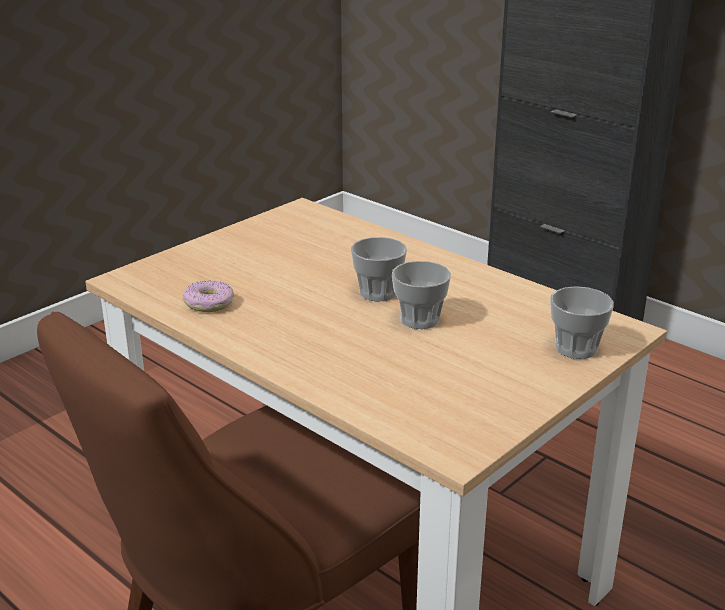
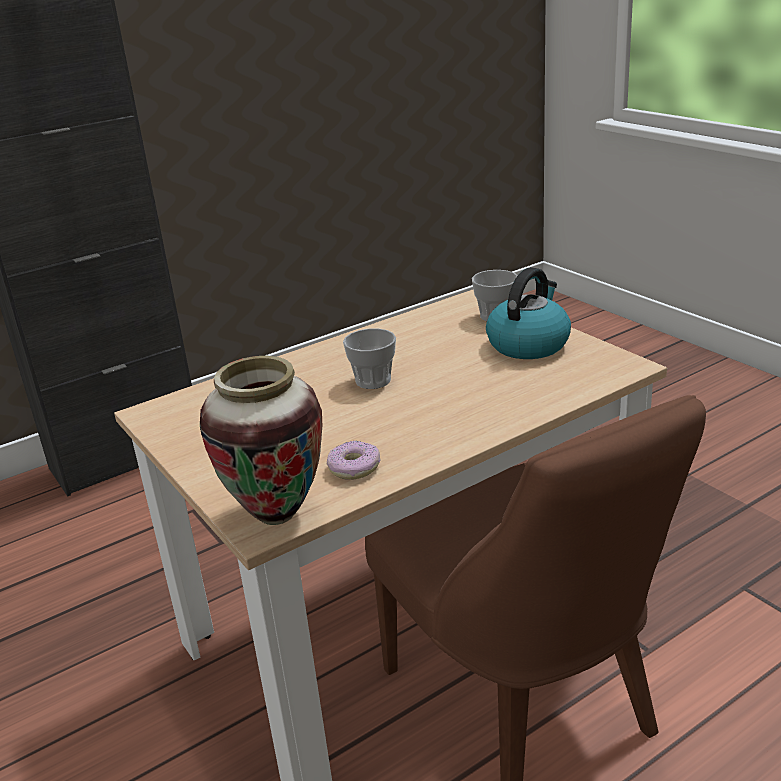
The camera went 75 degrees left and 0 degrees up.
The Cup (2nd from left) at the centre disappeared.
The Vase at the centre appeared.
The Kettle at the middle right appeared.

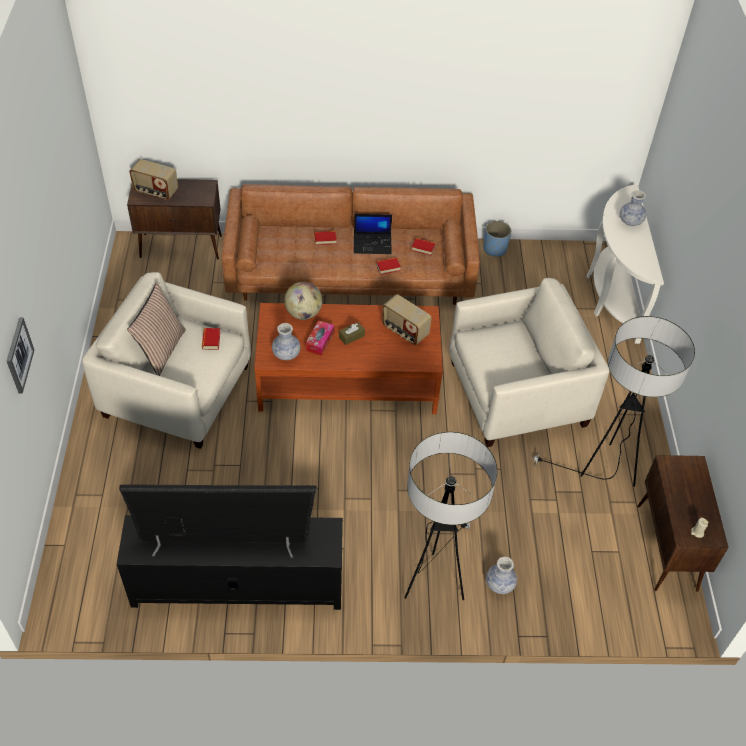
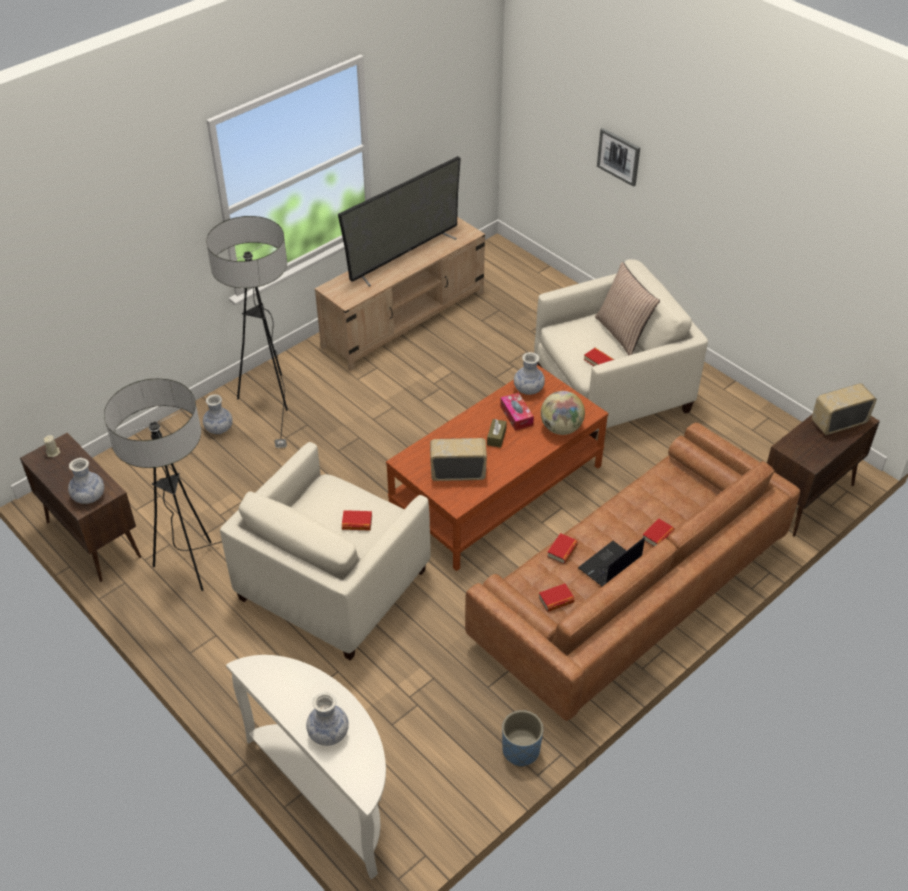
The camera went 140 degrees right and 5 degrees down.
The BlackTvStand at the bottom left became the BeigeTvStand at the top centre.
The Vase (1st from left) at the middle left appeared.
The Book (1st from left) at the centre appeared.

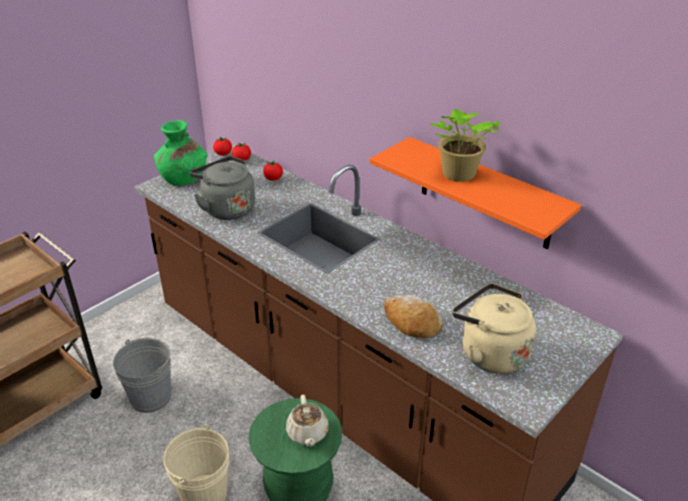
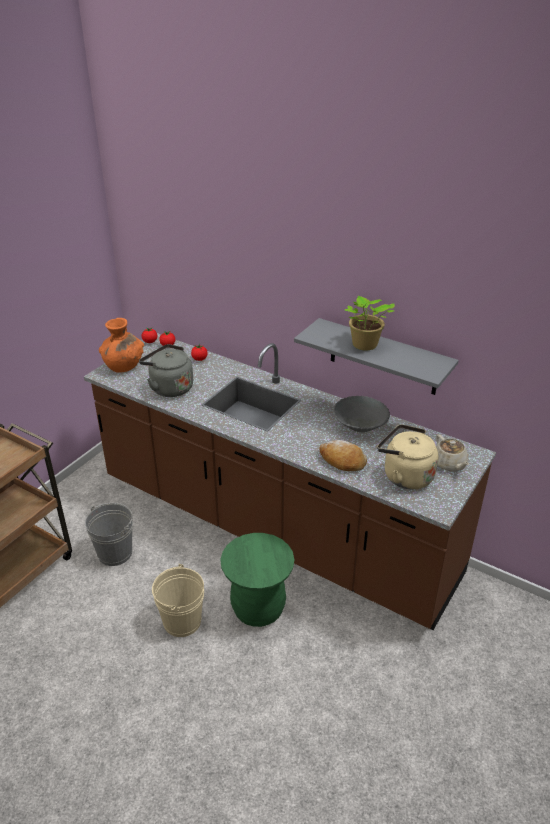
The camera went 10 degrees left and 0 degrees up.
The GreenVase at the top left became the OrangeVase at the middle left.
The BeigeTeapot moved from the bottom centre to the middle right.
The OrangeShelf at the middle right became the GreyShelf at the middle right.
The GreyBowl at the centre appeared.

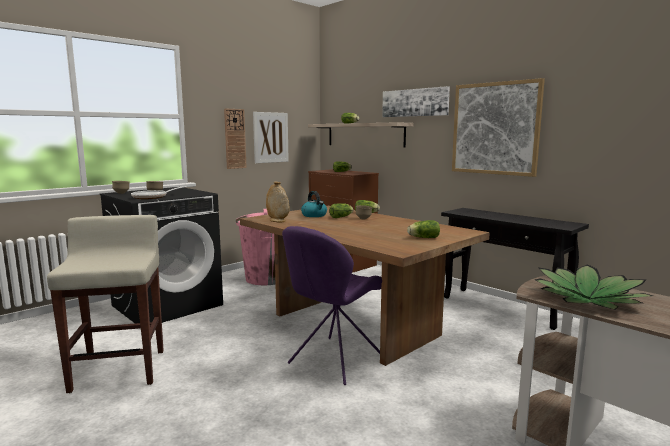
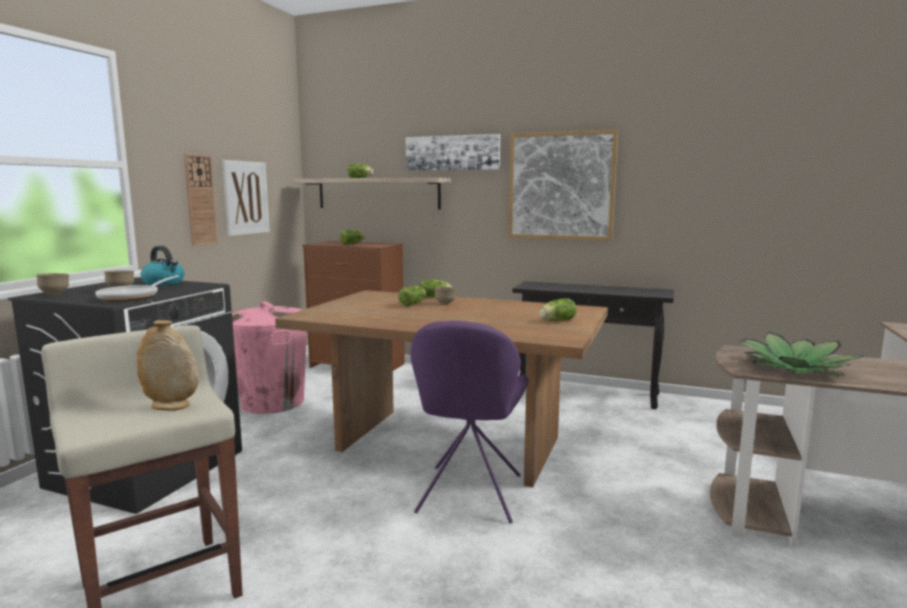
The camera went 25 degrees left and 0 degrees up.
The BeigeVase moved from the centre to the middle left.
The Kettle moved from the centre to the middle left.

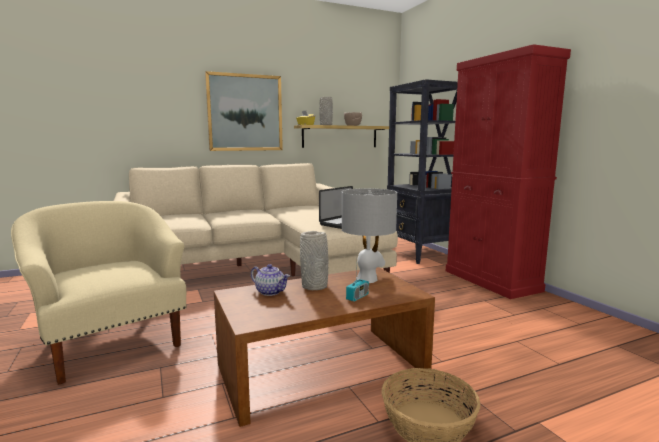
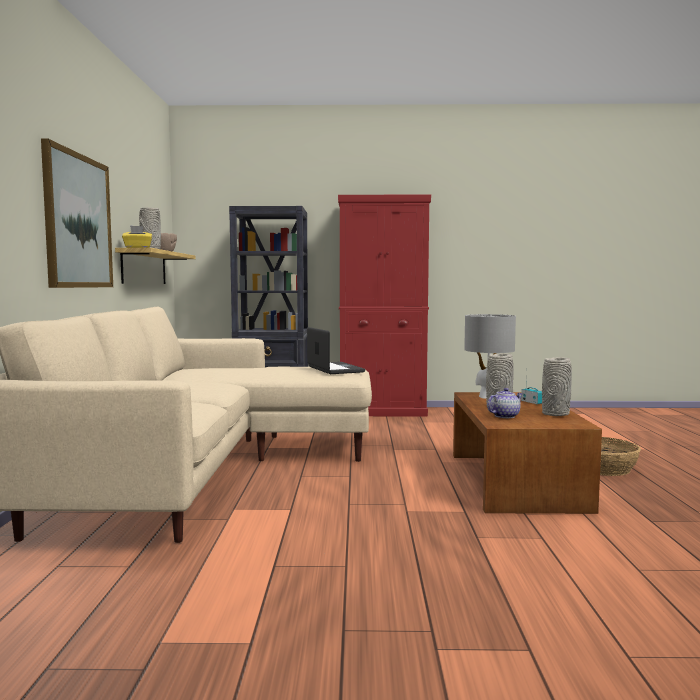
The camera went 65 degrees left and 5 degrees down.
The BeigeArmchair at the middle left disappeared.
The GreyVase (3rd from left) at the middle right appeared.

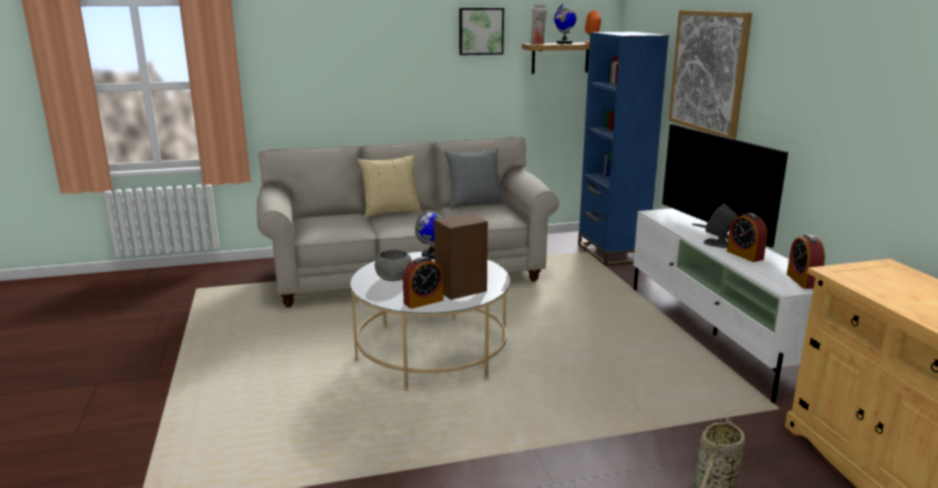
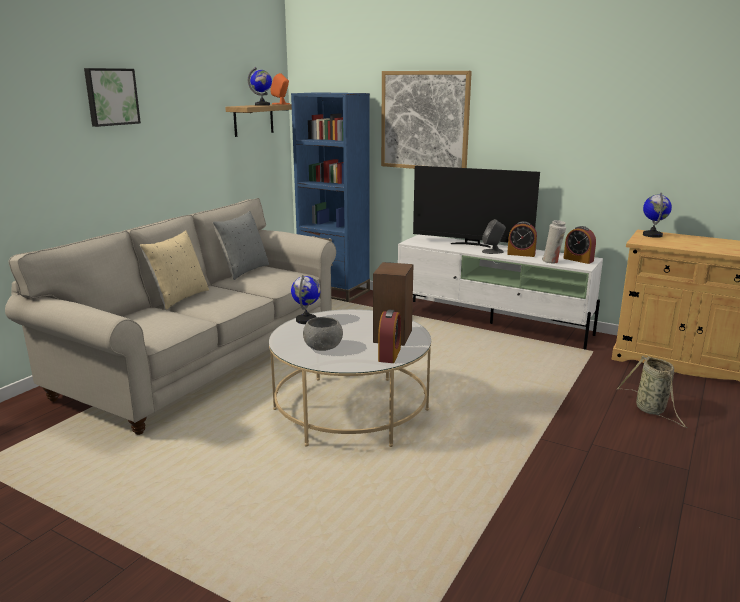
The camera went 45 degrees left and 0 degrees up.
The Picture (1st from left) moved from the top centre to the top left.
The WhiteVase moved from the top centre to the middle right.
The Globe (3rd from left) at the middle right appeared.

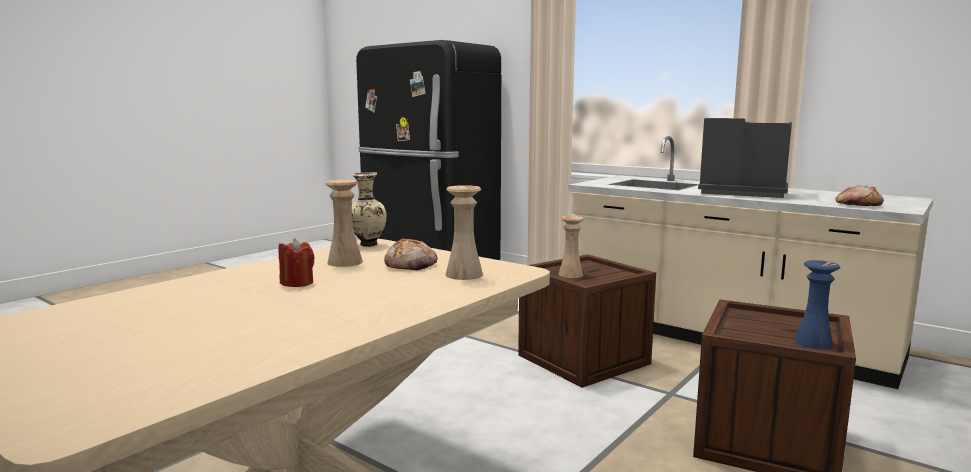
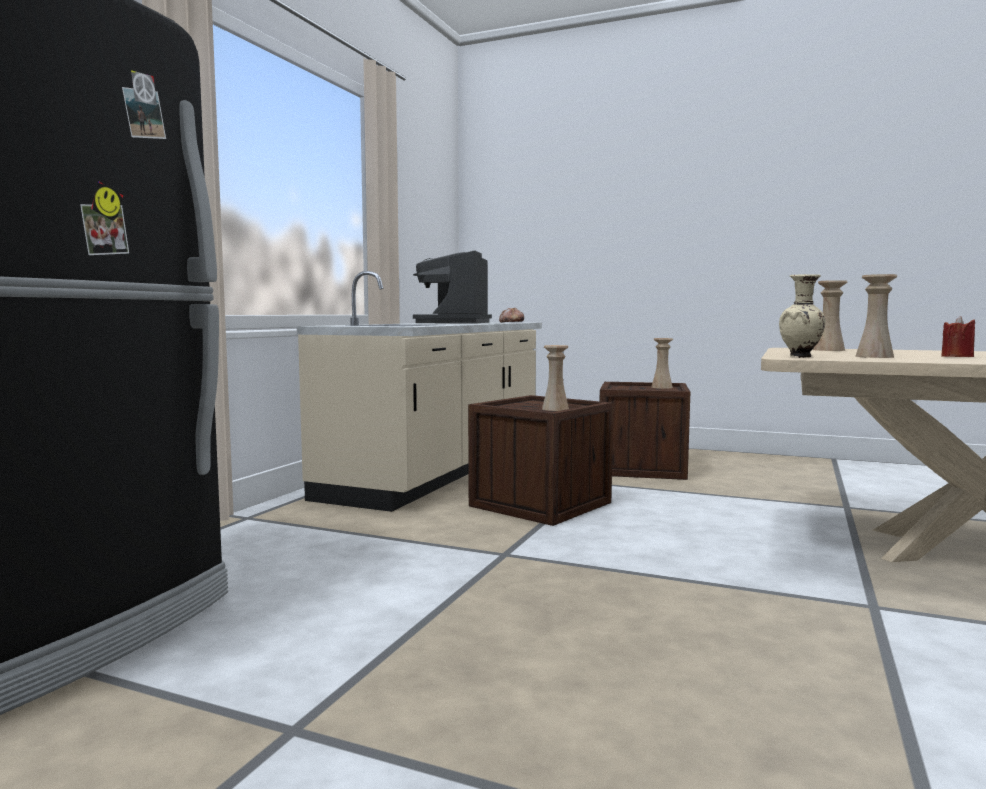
The camera went 105 degrees left and 5 degrees down.
The Bread (1st from left) at the centre disappeared.
The BlueVase at the middle right became the BeigeVase (2nd from left) at the middle right.

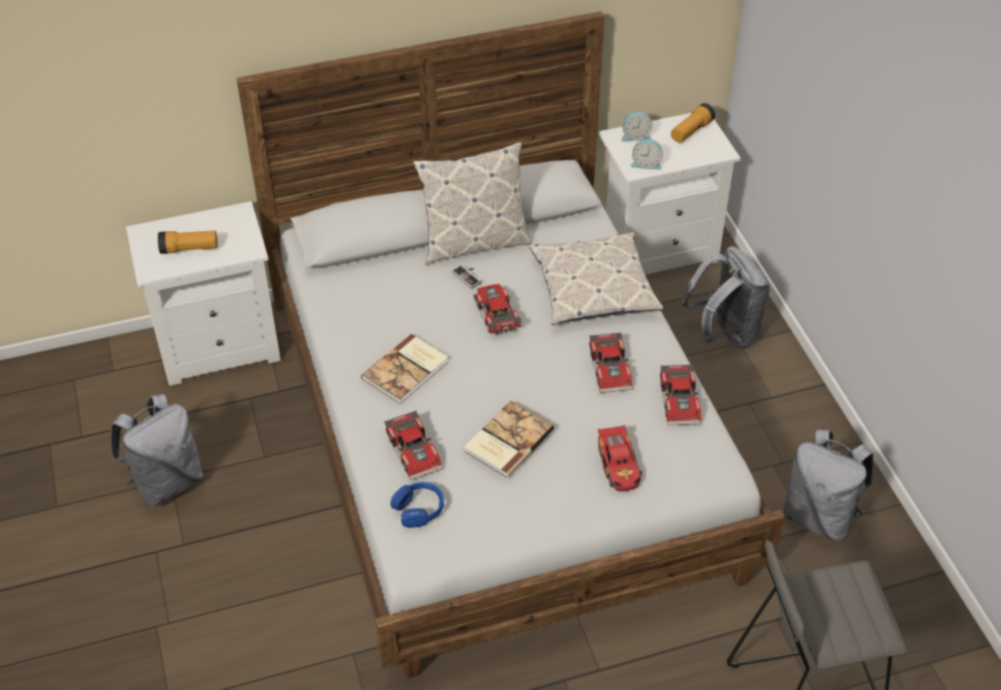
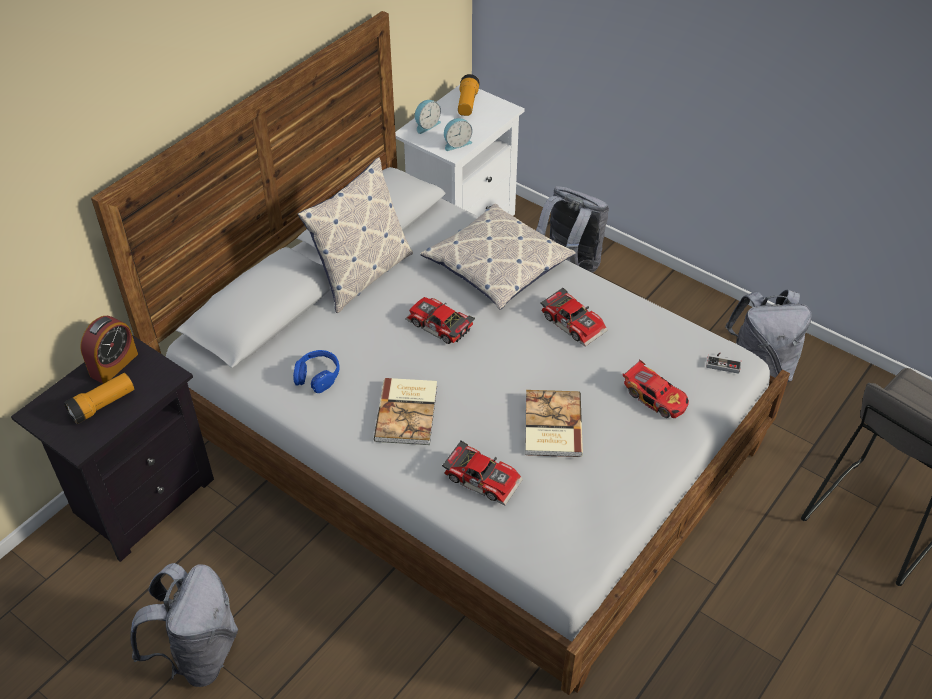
The camera went 35 degrees left and 0 degrees up.
The WhiteNightstand (1st from left) at the middle left became the BlackNightstand at the middle left.
The BlueHeadphones moved from the bottom centre to the centre.
The GameController moved from the centre to the middle right.
The ToyCar (5th from left) at the middle right disappeared.
The AlarmClock (1st from left) at the middle left appeared.

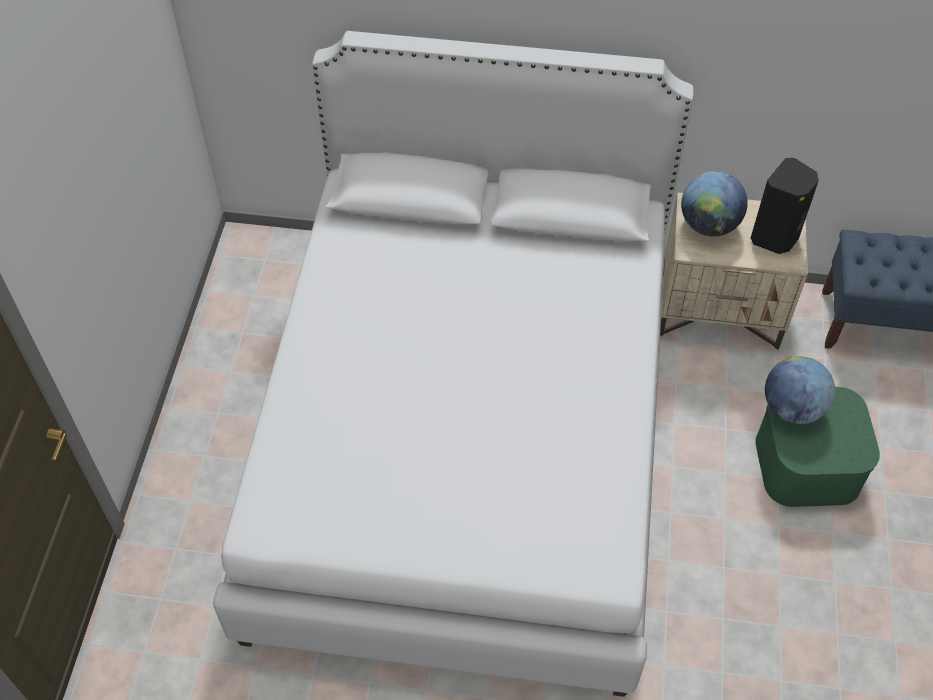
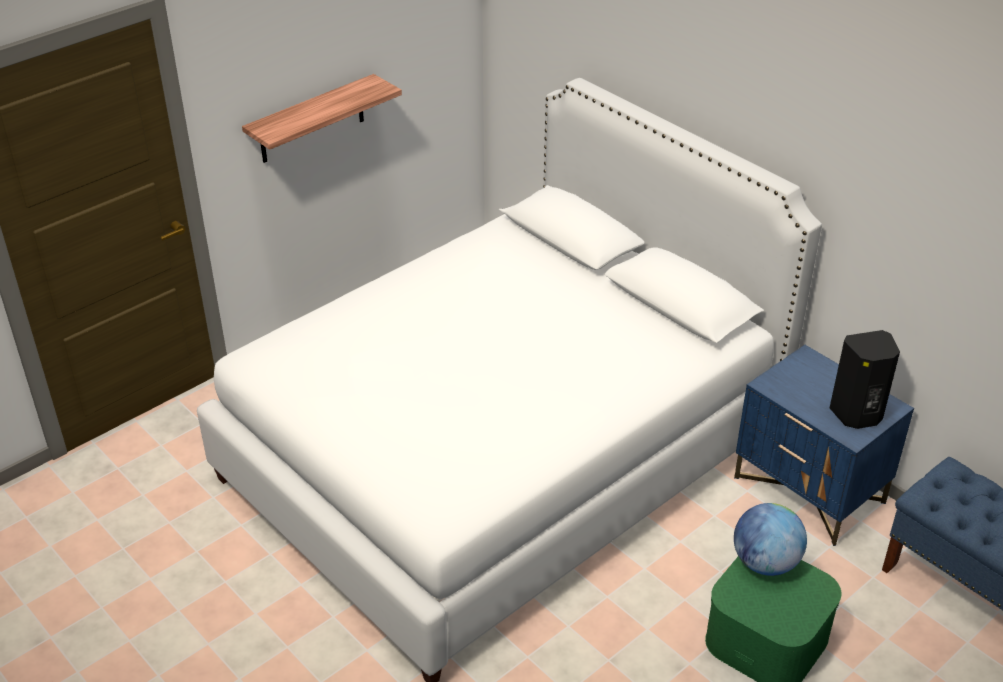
The camera went 40 degrees right and 15 degrees down.
The BeigeNightstand at the middle right became the BlueNightstand at the middle right.
The Globe (1st from left) at the top right disappeared.
The Shelf at the top left appeared.

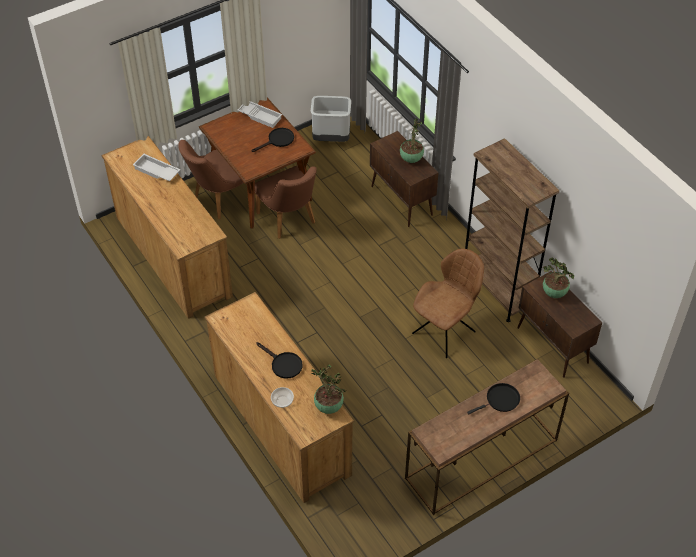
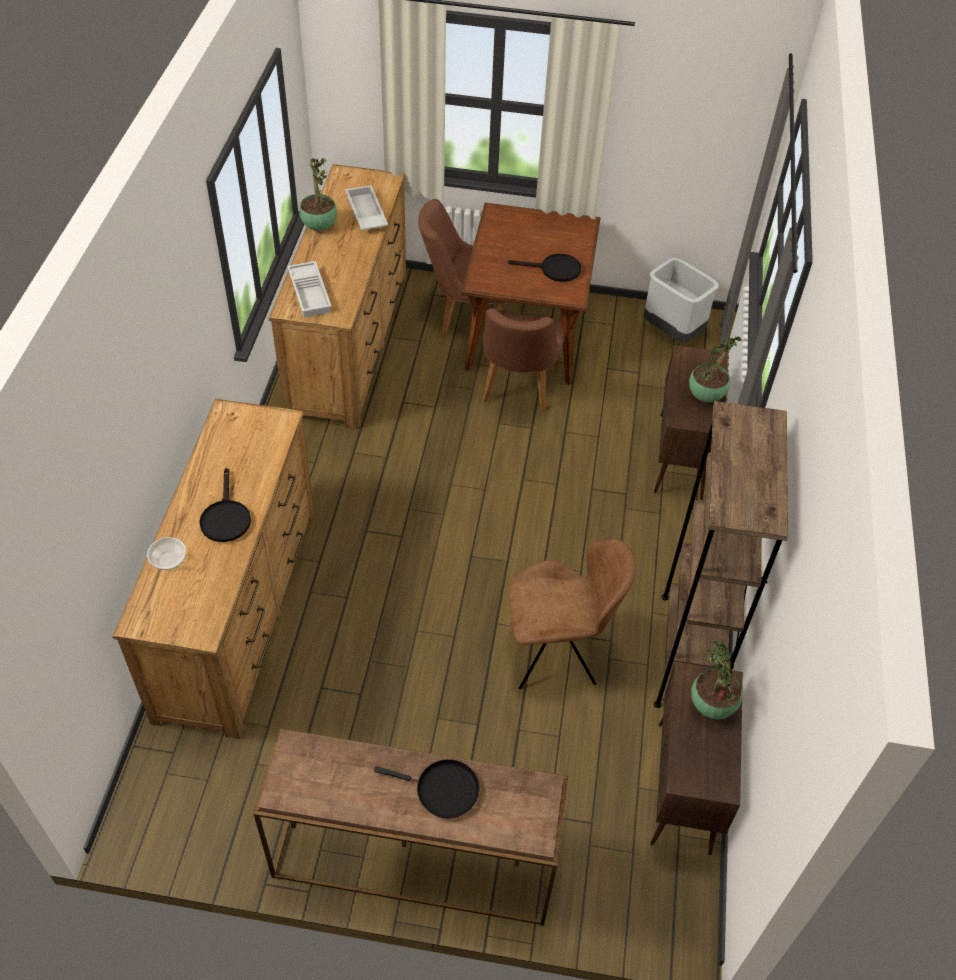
The camera went 40 degrees right and 0 degrees up.
The WhiteTray (2nd from left in the first image) moved from the top centre to the top left.
The PottedPlant (1st from left) moved from the bottom centre to the top left.

